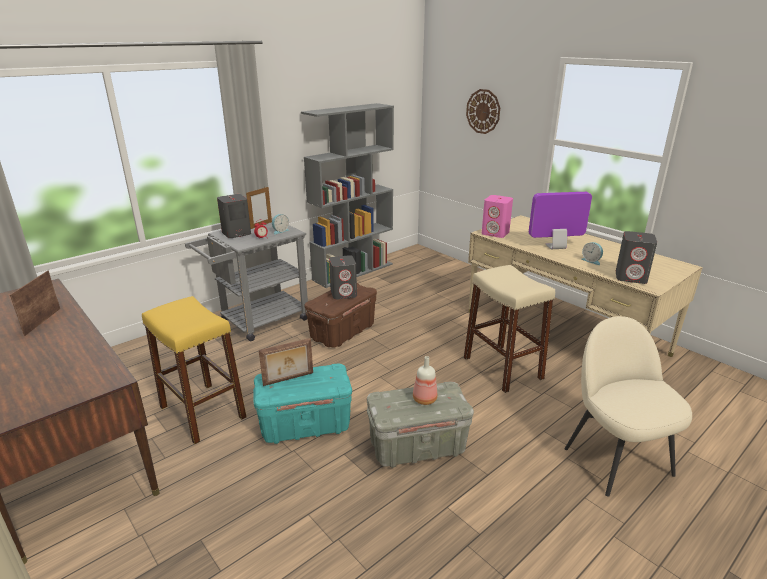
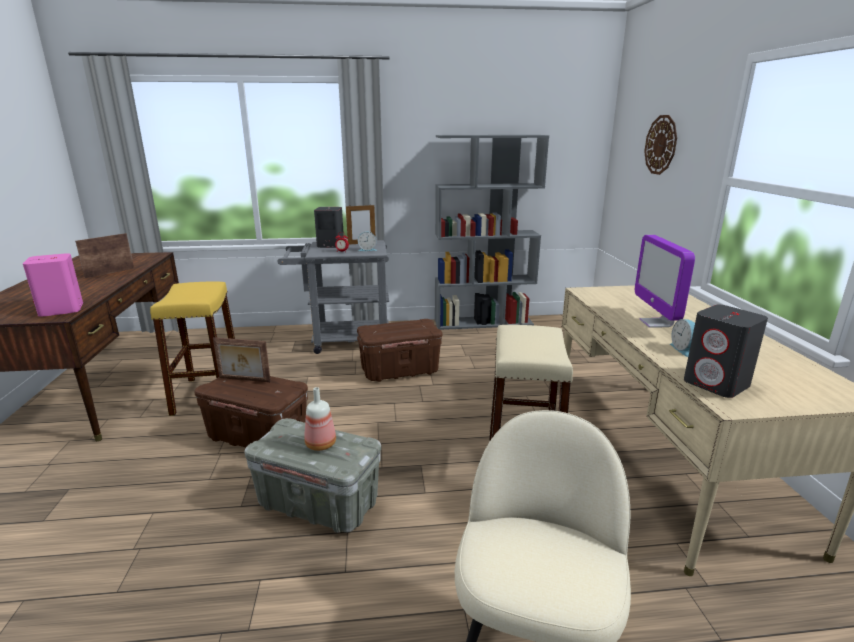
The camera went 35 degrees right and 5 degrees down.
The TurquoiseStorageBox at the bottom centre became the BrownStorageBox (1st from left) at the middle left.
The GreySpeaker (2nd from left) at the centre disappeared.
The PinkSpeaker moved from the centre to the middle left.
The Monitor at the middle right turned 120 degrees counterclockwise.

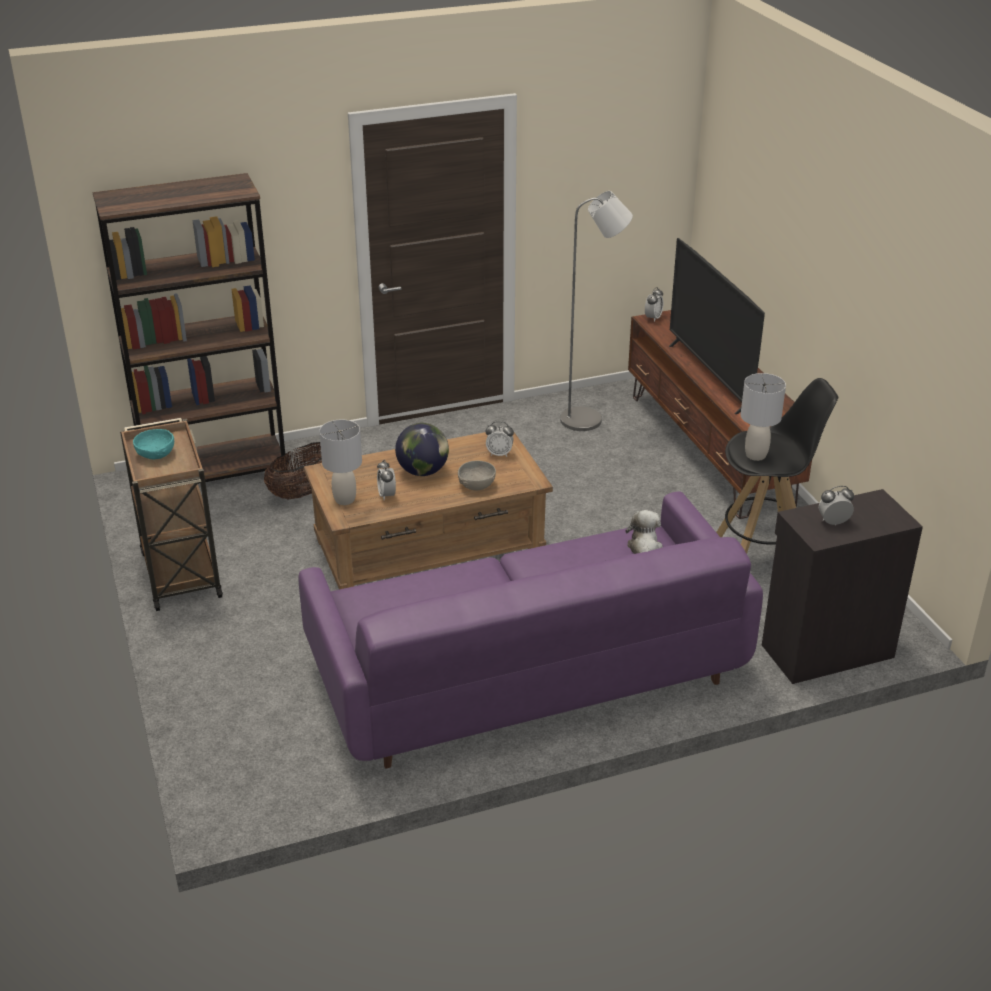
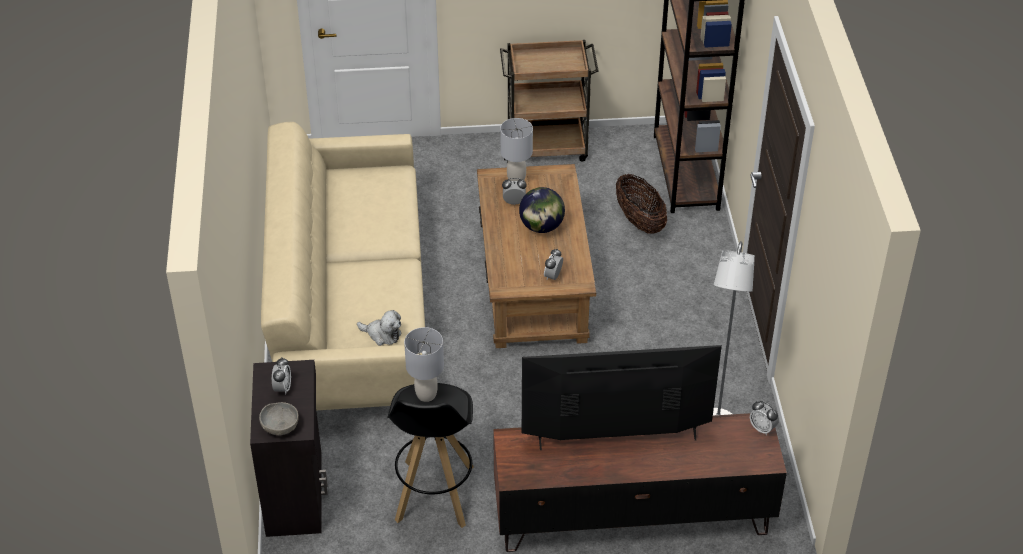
The camera went 105 degrees right and 10 degrees up.
The TurquoiseBowl at the middle left disappeared.
The PurpleSofa at the centre became the BeigeSofa at the centre.
The GreyBowl moved from the centre to the bottom left.

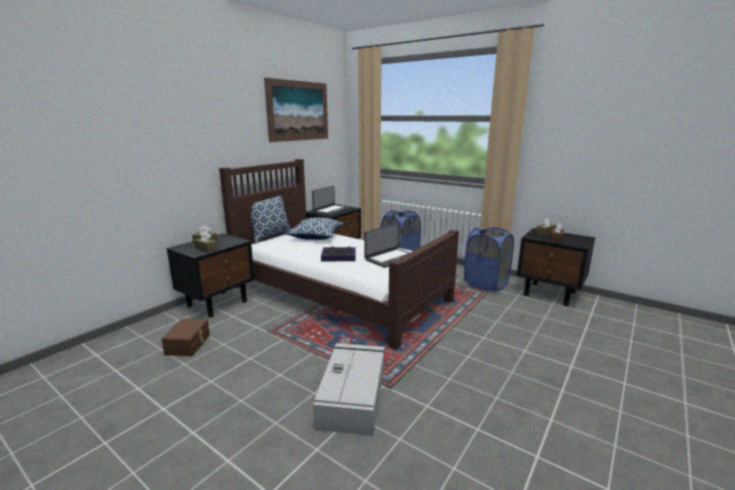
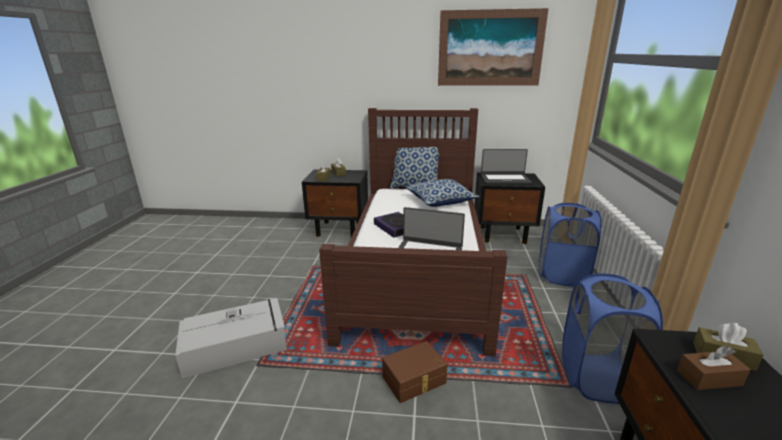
The camera went 60 degrees right and 5 degrees up.
The BrownStorageBox moved from the bottom left to the bottom centre.

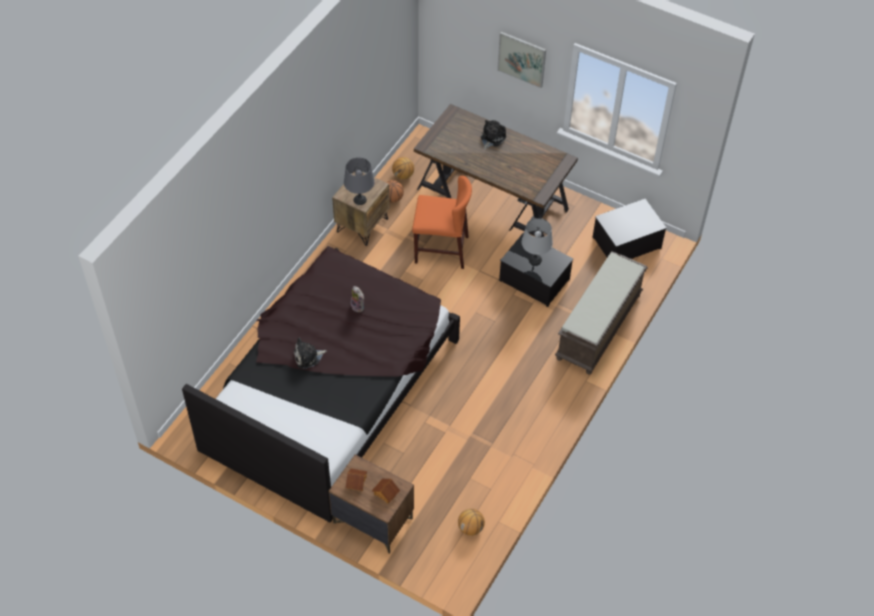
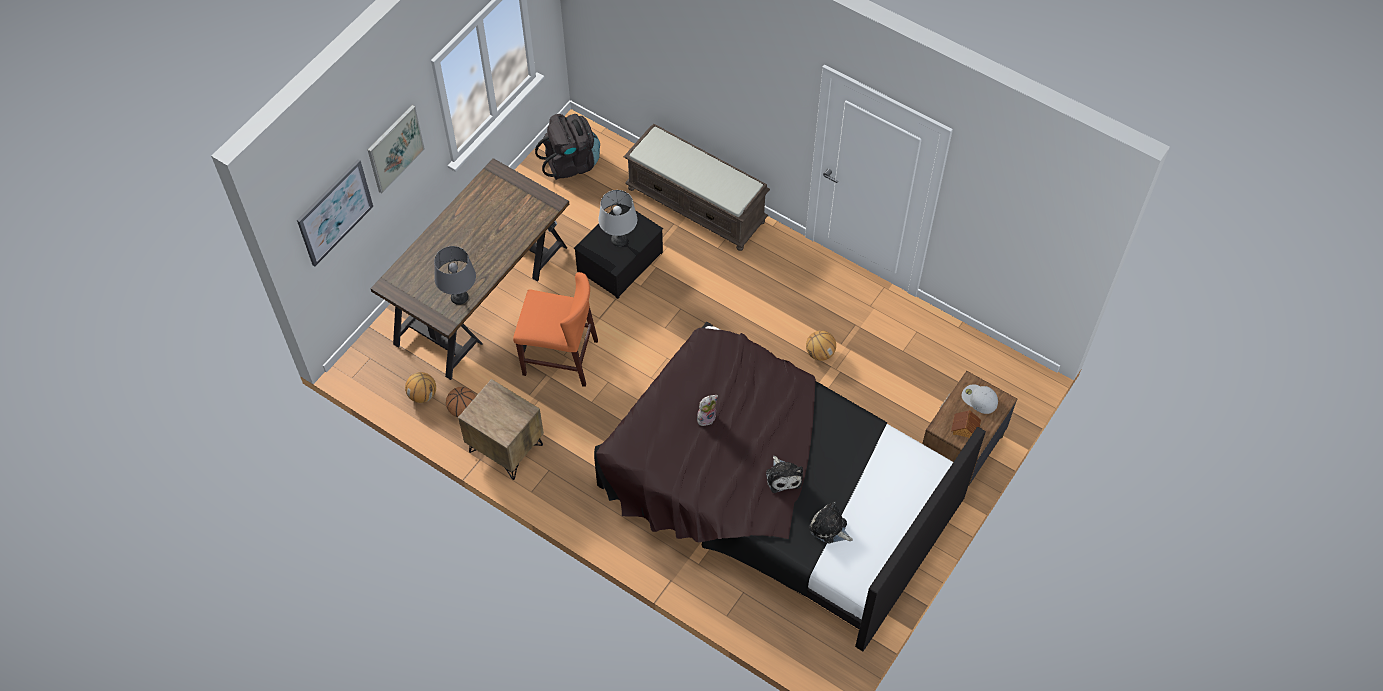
The camera went 85 degrees left and 5 degrees up.
The GreyTableLamp (1st from left) moved from the top centre to the middle left.
The ToyHouse (2nd from left) at the bottom centre was replaced by the WhiteCap at the middle right.
The OrangeChair at the centre turned 90 degrees clockwise.
The Basketball (3rd from left) moved from the bottom centre to the centre.
The PlushToy (3rd from left) moved from the top centre to the bottom centre.
The StorageBox (2nd from left) at the middle right was replaced by the BlackBackpack at the top centre.
The Picture (1st from left) at the top left appeared.

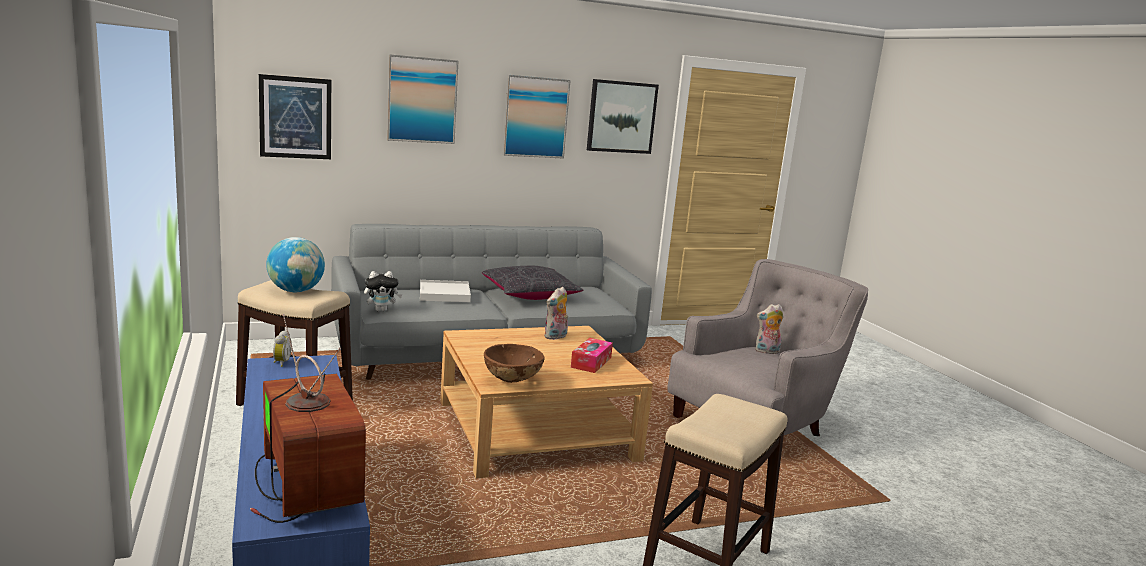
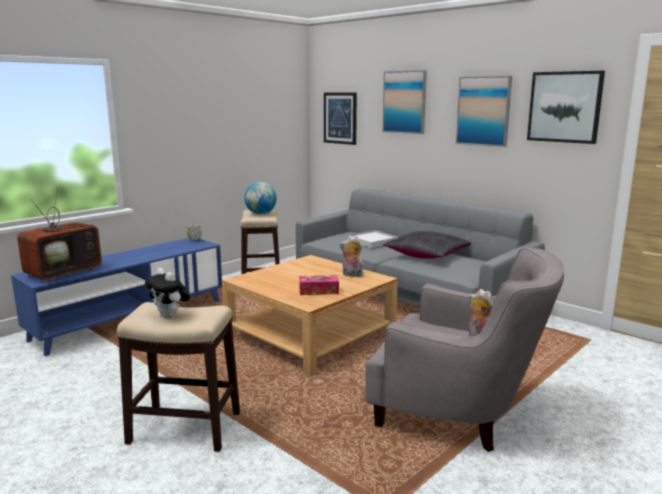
The camera went 65 degrees right and 0 degrees up.
The PlushToy (1st from left) moved from the centre to the middle left.
The BrownBowl at the centre disappeared.

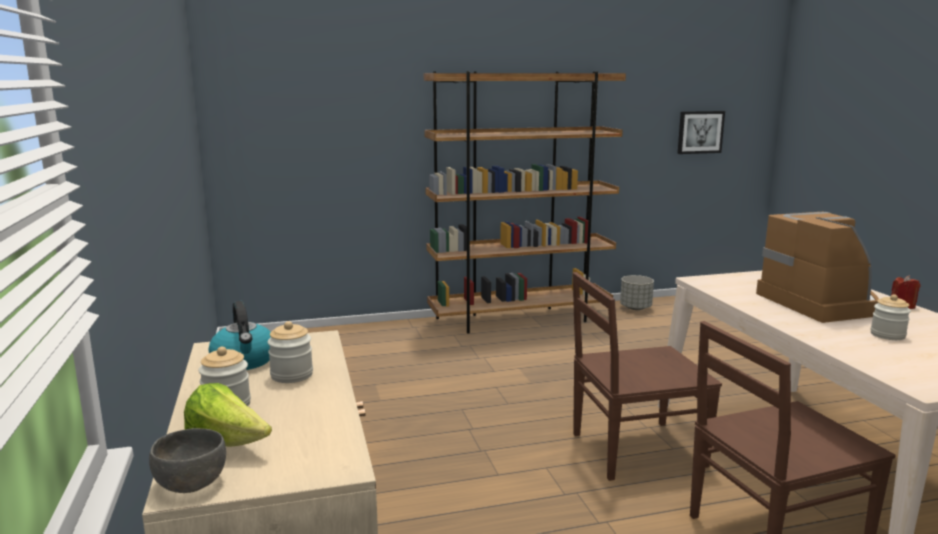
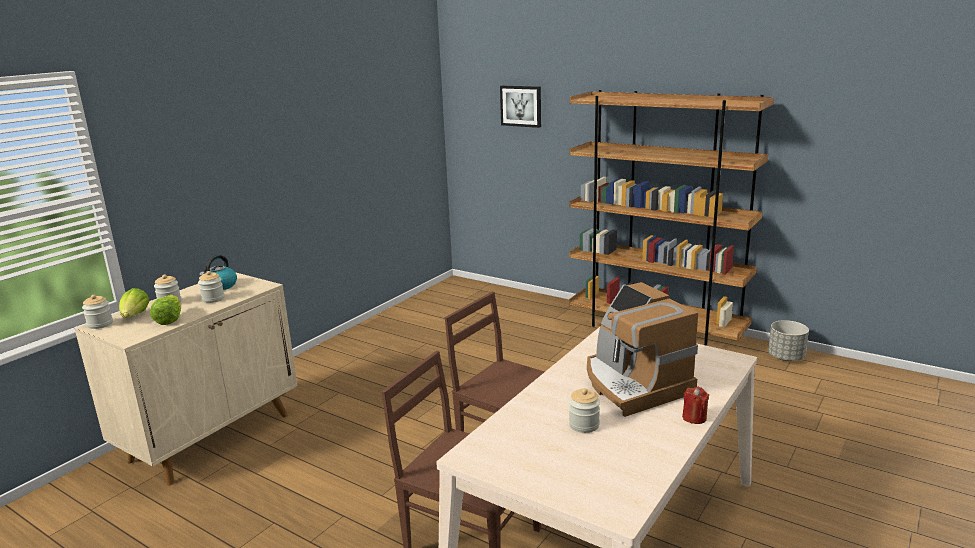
The camera went 50 degrees right and 5 degrees up.
The GreyBowl at the bottom left was replaced by the Jar (1st from left) at the middle left.
The Picture moved from the top right to the top centre.
The CoffeeMachine at the middle right turned 120 degrees clockwise.
The Lettuce (2nd from left) at the middle left appeared.

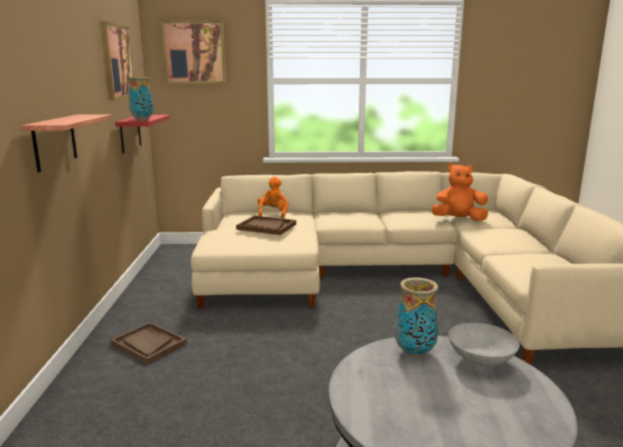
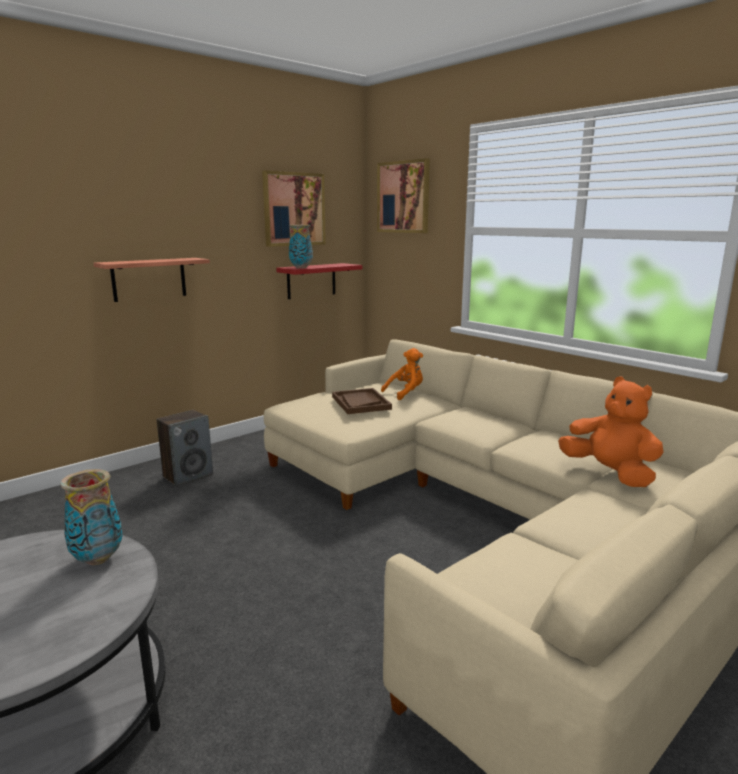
The camera went 50 degrees right and 0 degrees up.
The BrownTray (1st from left) at the bottom left was replaced by the Speaker at the middle left.
The GreyBowl at the bottom right disappeared.

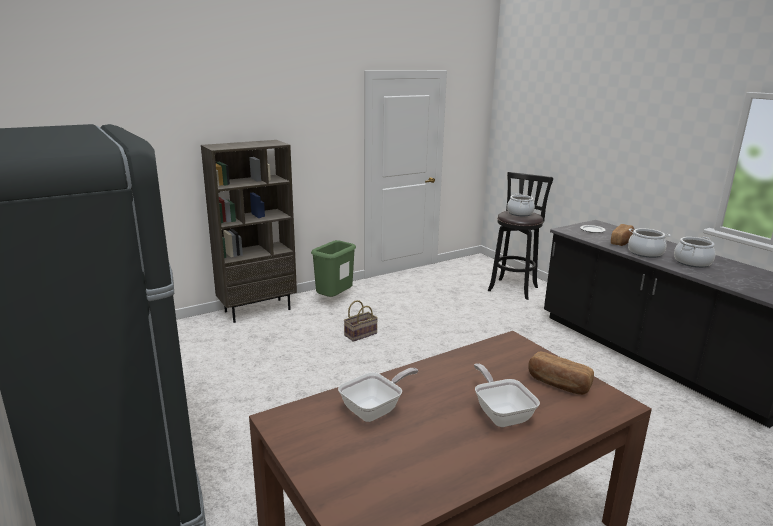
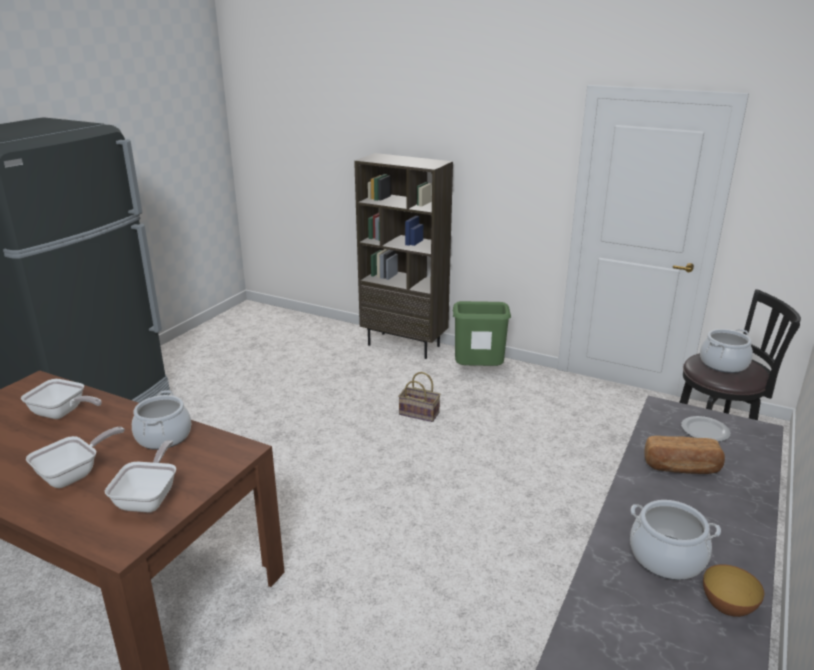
The camera went 60 degrees right and 5 degrees up.
The Bread (1st from left) at the bottom right was replaced by the FryingPan (3rd from left) at the bottom left.
The CookingPot (2nd from left in the first image) moved from the middle right to the middle left.
The Bowl at the bottom right appeared.

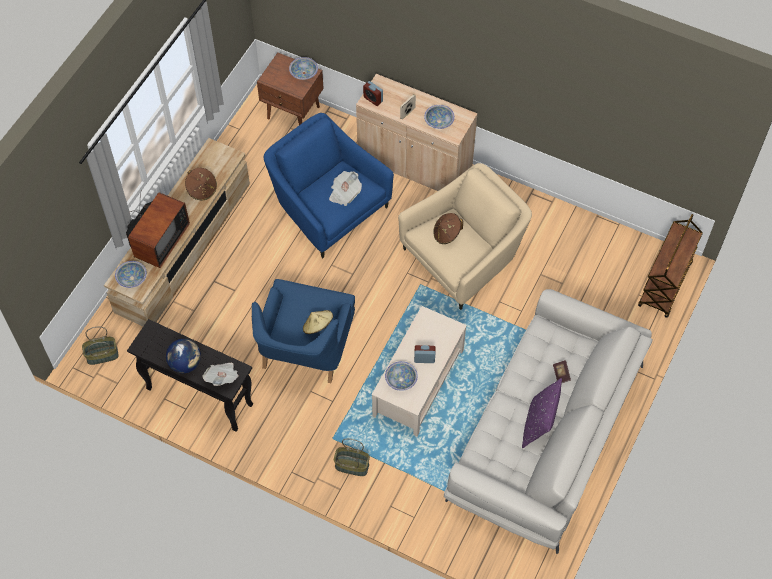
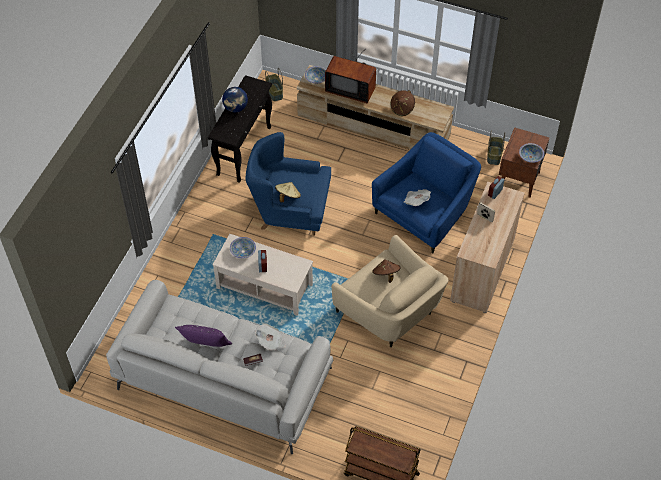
The camera went 85 degrees right and 5 degrees down.
The Newspaper (1st from left) moved from the middle left to the bottom centre.
The Basket (2nd from left) moved from the bottom centre to the top right.
The Bowl (4th from left) at the top centre disappeared.

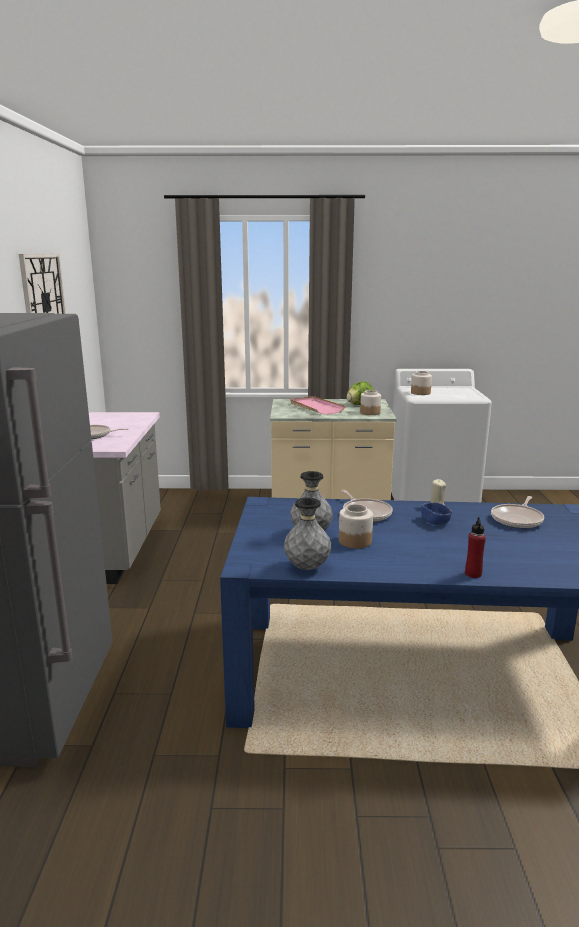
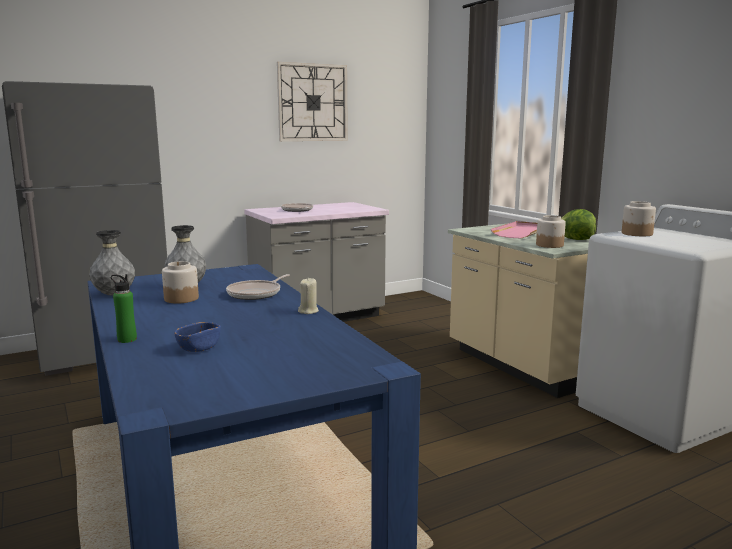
The camera went 60 degrees right and 5 degrees down.
The BlueBowl moved from the middle right to the middle left.
The RedBottle at the middle right became the GreenBottle at the middle left.
The FryingPan (3rd from left) at the middle right disappeared.

